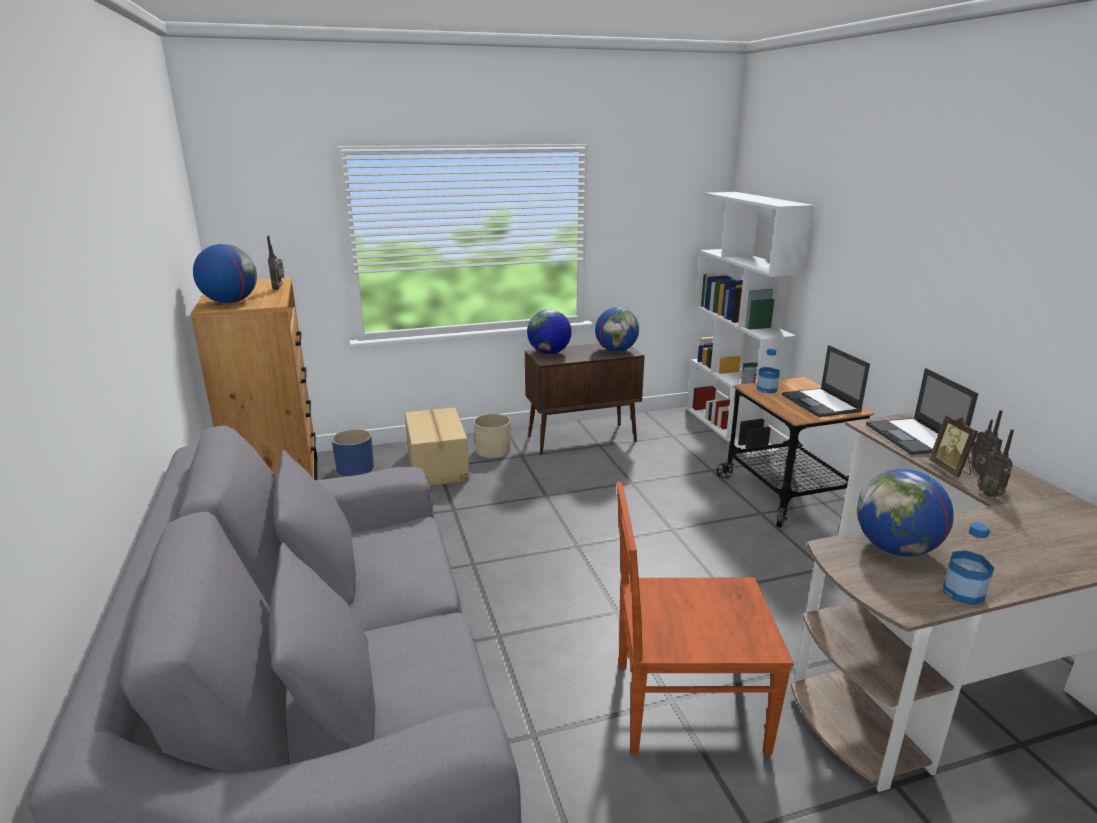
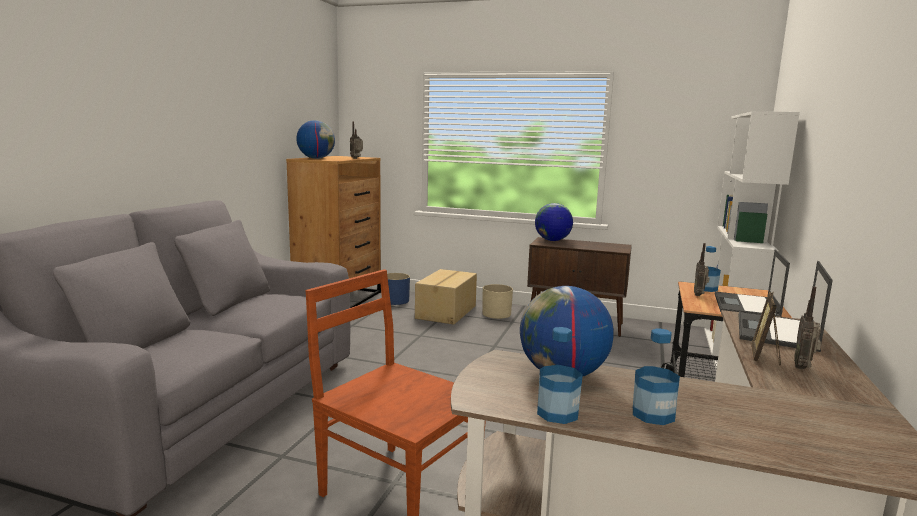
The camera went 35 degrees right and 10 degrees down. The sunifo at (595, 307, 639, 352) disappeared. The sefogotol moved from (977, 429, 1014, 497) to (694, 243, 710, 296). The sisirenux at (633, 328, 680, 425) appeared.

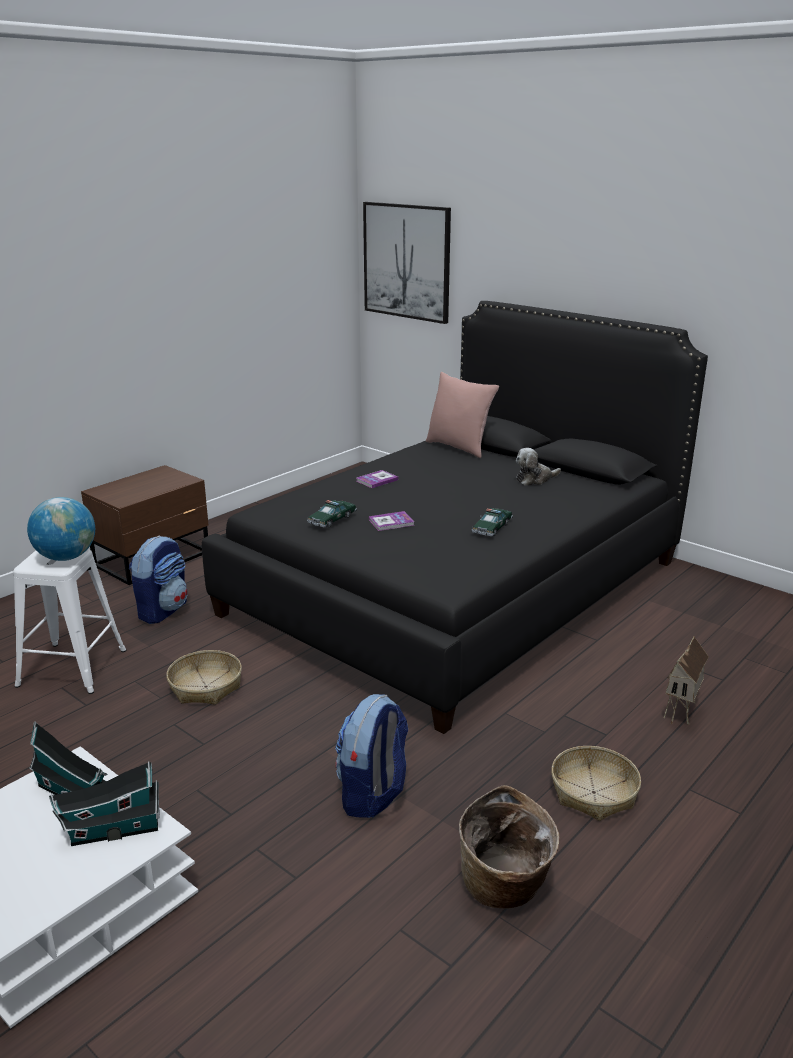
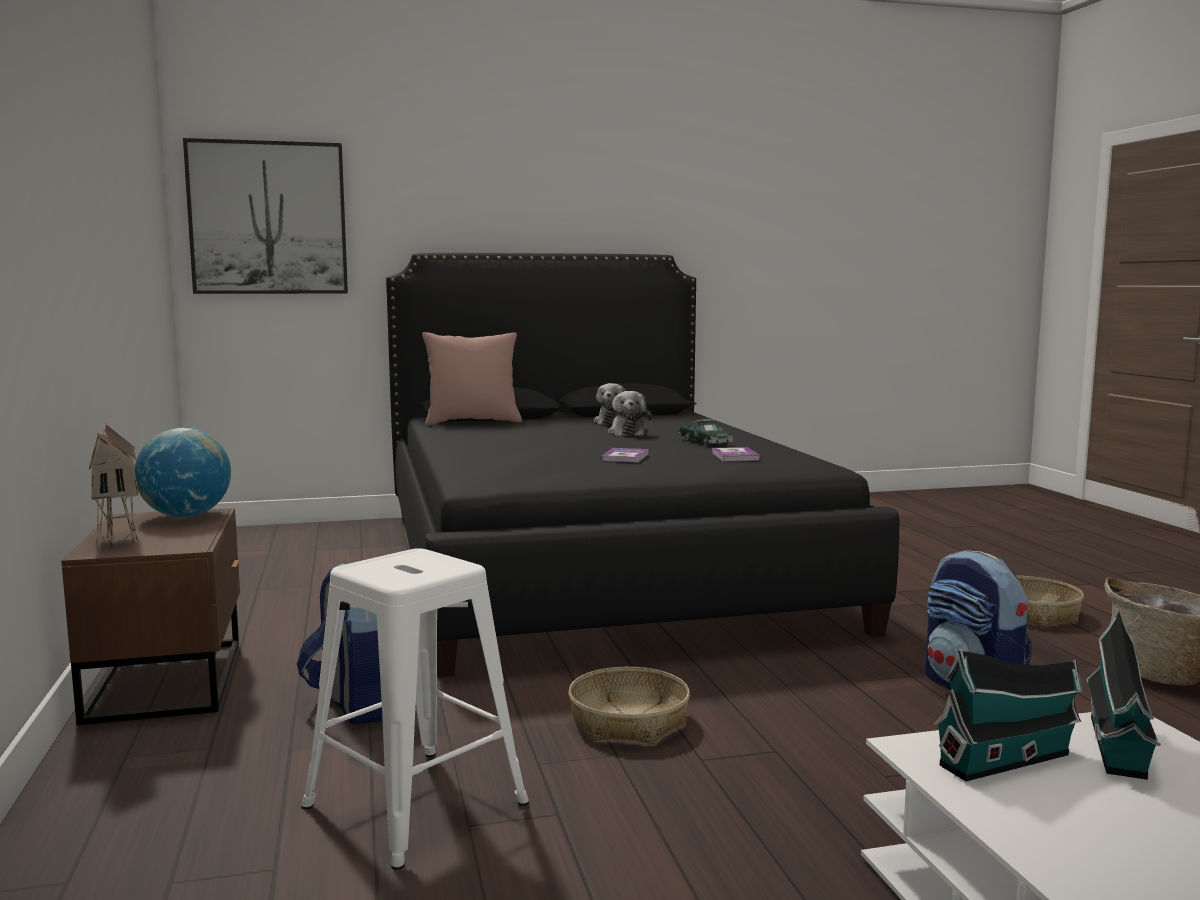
The camera went 55 degrees left and 15 degrees down. The sunifo moved from (27, 497, 95, 561) to (135, 428, 231, 517). The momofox at (307, 500, 357, 528) disappeared. The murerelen moved from (356, 470, 399, 488) to (712, 447, 761, 461). The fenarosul moved from (664, 636, 709, 725) to (89, 423, 139, 548). The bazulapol at (608, 391, 652, 436) appeared.

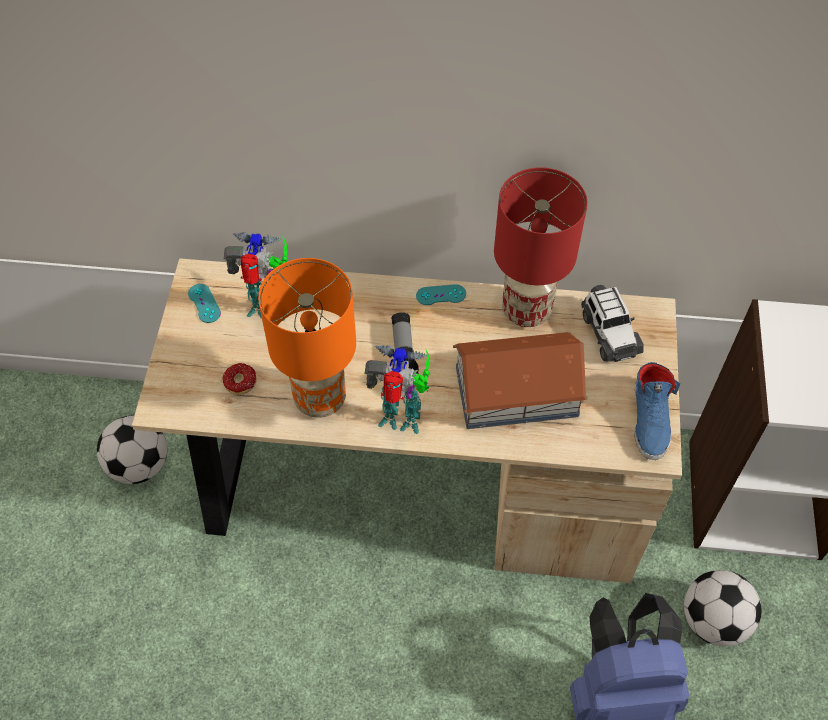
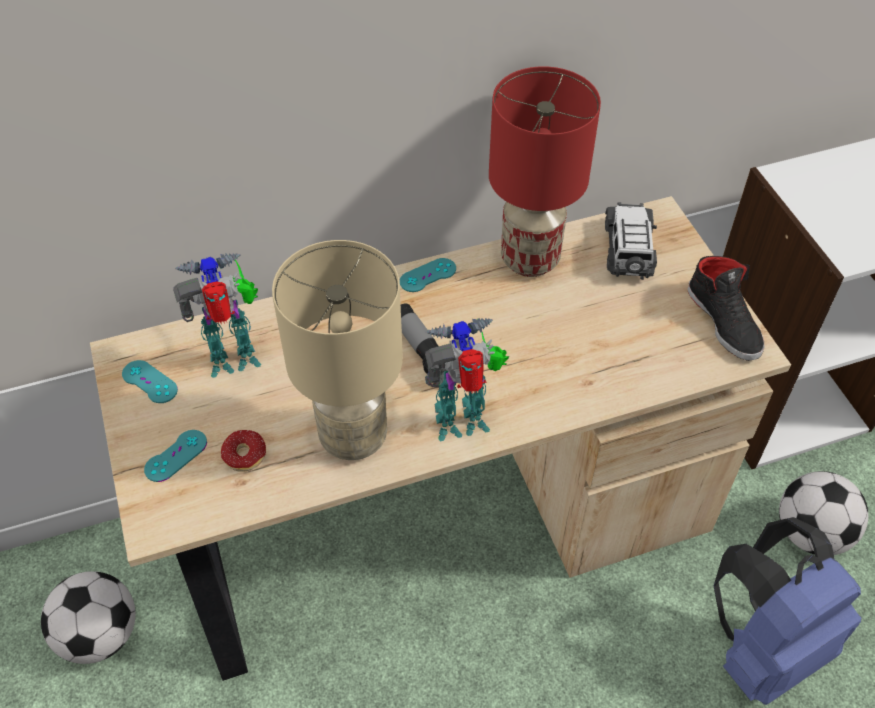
The camera went 25 degrees left and 5 degrees down. The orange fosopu at (258, 258, 356, 418) became the beige fosopu at (272, 240, 403, 460). The fenarosul at (453, 332, 588, 429) disappeared. The momofox at (581, 285, 644, 362) turned 135 degrees counterclockwise. The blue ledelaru at (634, 362, 680, 460) became the black ledelaru at (687, 256, 765, 361). The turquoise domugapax at (144, 430, 207, 482) appeared.

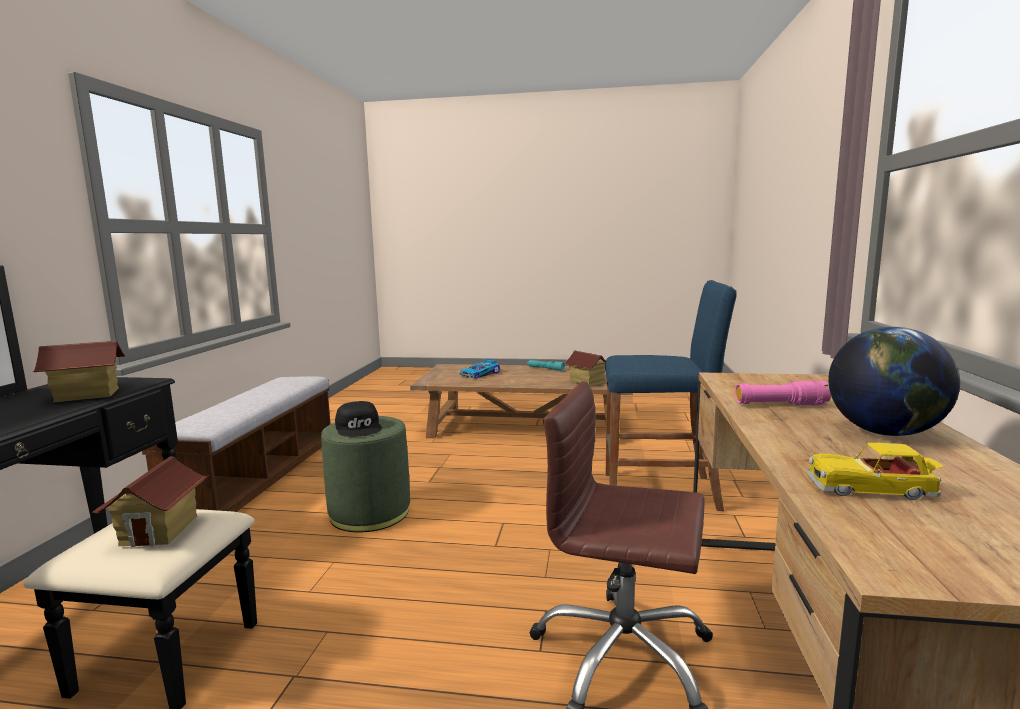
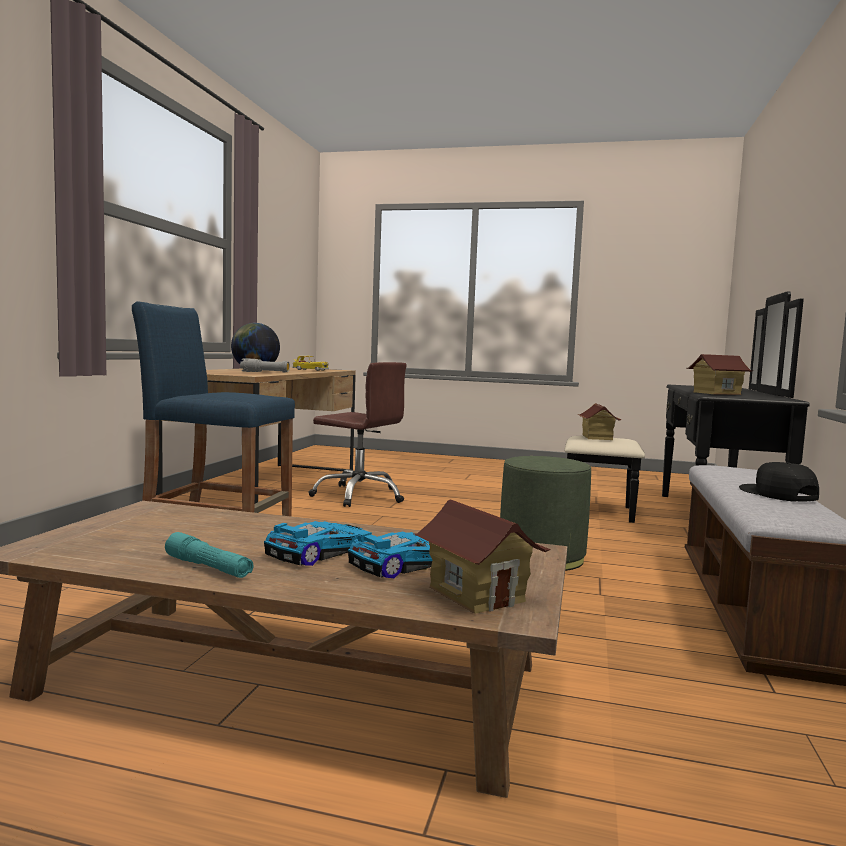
The camera went 175 degrees left and 5 degrees down. The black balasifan moved from (335, 401, 382, 437) to (739, 462, 819, 501). The fenarosul moved from (563, 350, 606, 386) to (412, 499, 551, 614). The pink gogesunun at (735, 381, 831, 405) became the grey gogesunun at (240, 358, 290, 373). The momofox at (264, 521, 369, 566) appeared.

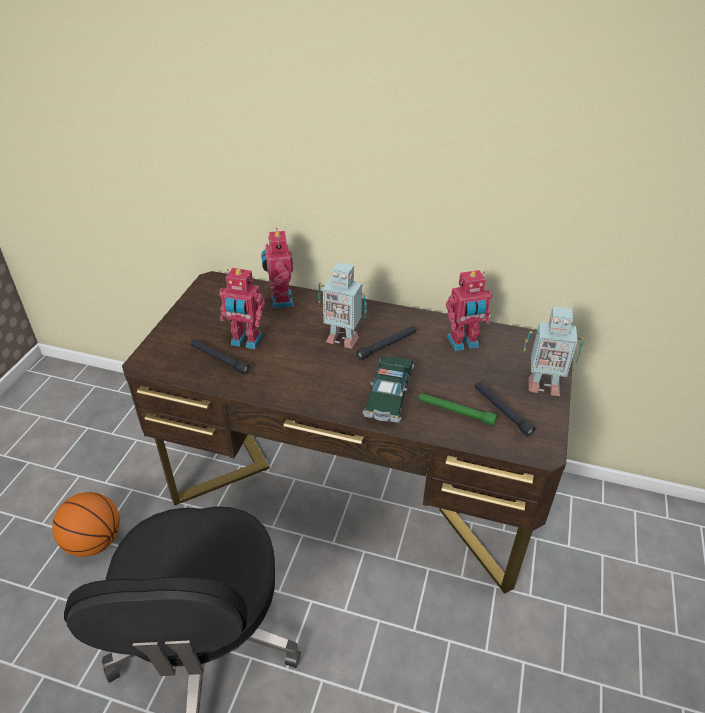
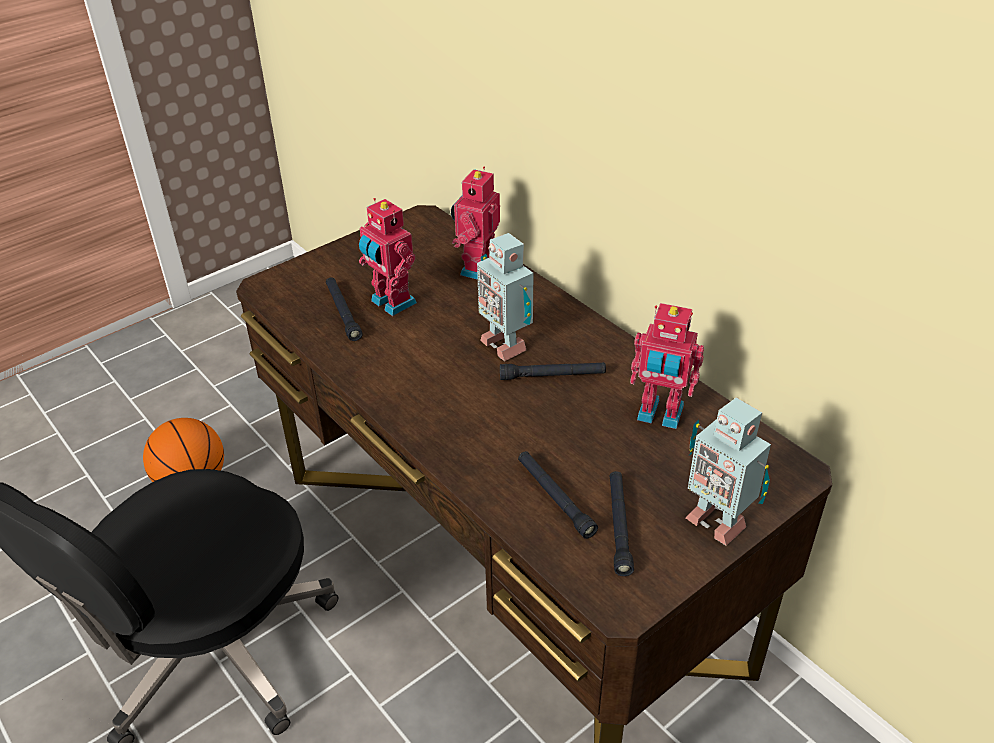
The camera went 35 degrees right and 0 degrees up. The momofox at (363, 356, 414, 423) disappeared. The green gogesunun at (418, 393, 497, 426) became the black gogesunun at (518, 451, 598, 539).

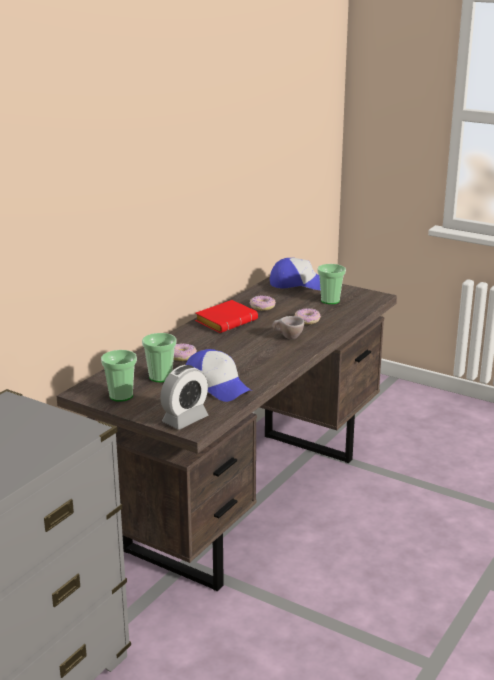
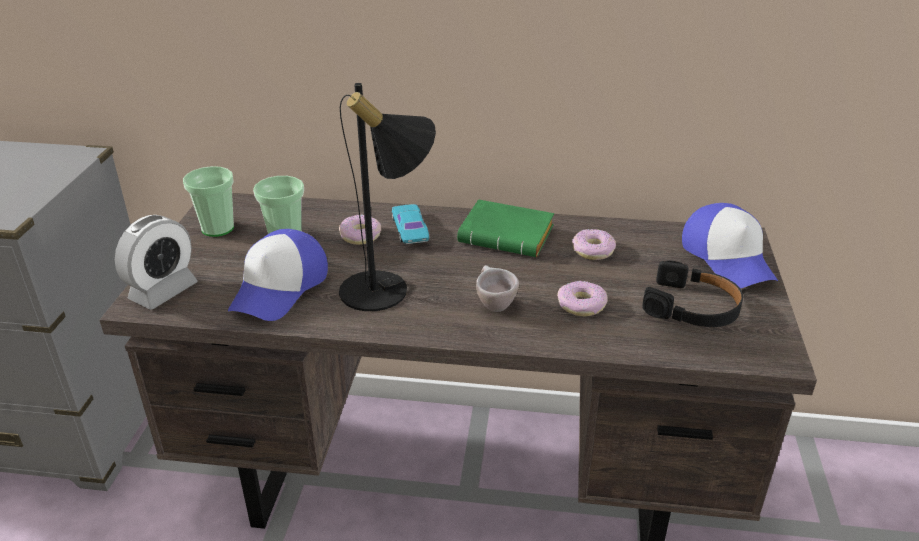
The camera went 65 degrees right and 10 degrees up. The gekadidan at (160, 365, 208, 429) turned 75 degrees counterclockwise. The red murerelen at (195, 300, 258, 333) became the green murerelen at (457, 199, 554, 257). The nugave at (317, 264, 346, 304) was replaced by the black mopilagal at (642, 260, 743, 327). The black fosopu at (339, 83, 436, 311) appeared. The turquoise momofox at (392, 204, 429, 244) appeared.

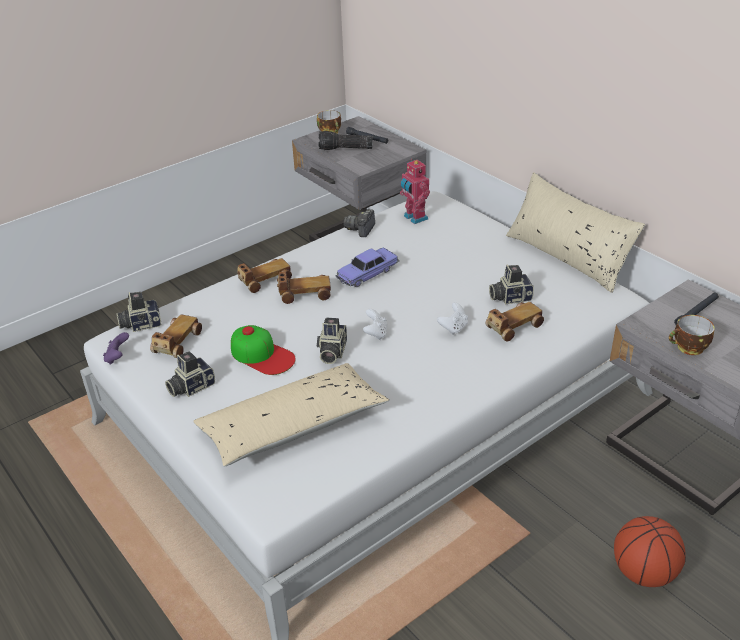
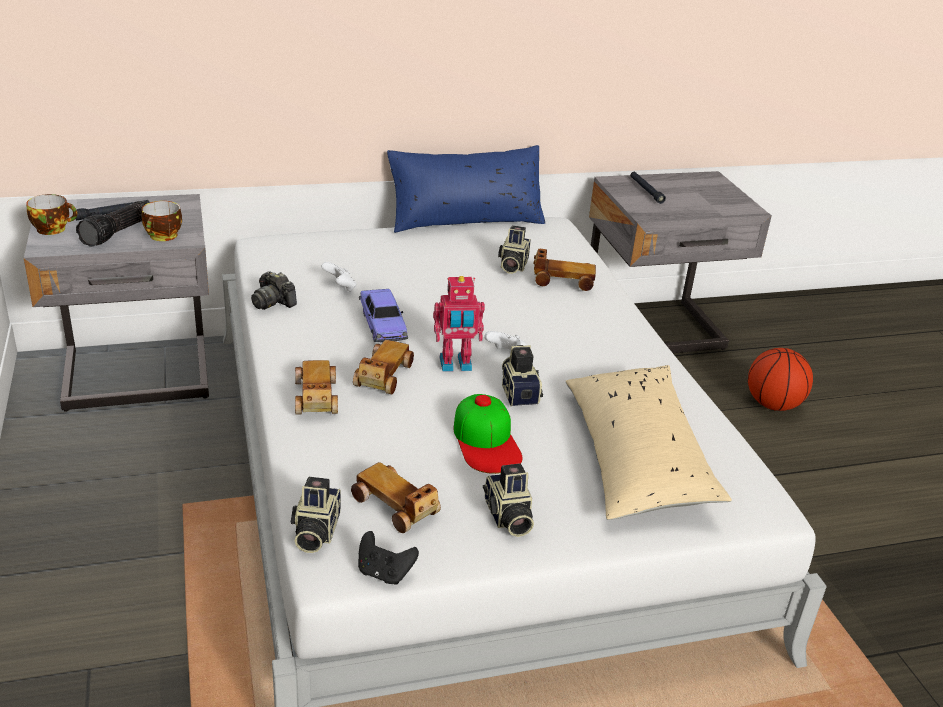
The camera went 70 degrees left and 5 degrees down. The purple domugapax at (103, 332, 129, 365) became the black domugapax at (358, 531, 419, 585). The balasifan at (231, 325, 296, 375) turned 105 degrees clockwise. The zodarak at (317, 317, 347, 364) turned 135 degrees counterclockwise. The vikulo moved from (400, 159, 430, 224) to (433, 276, 485, 372). The white domugapax moved from (437, 302, 468, 335) to (322, 262, 356, 292). The momofox at (485, 302, 544, 342) turned 105 degrees clockwise. The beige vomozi at (506, 172, 645, 293) became the blue vomozi at (387, 145, 545, 233). The nugave moved from (669, 315, 715, 355) to (141, 201, 182, 241).

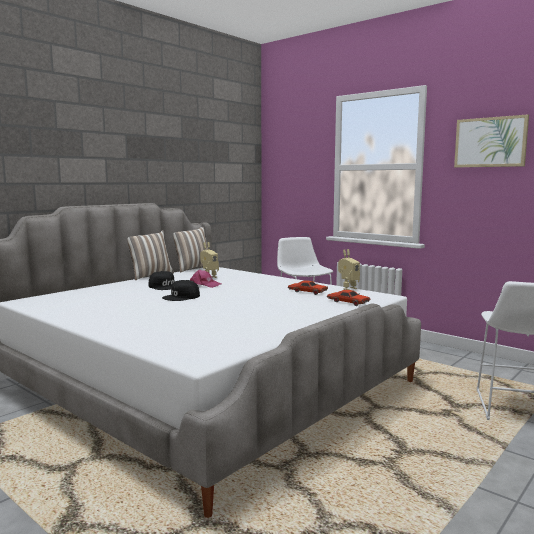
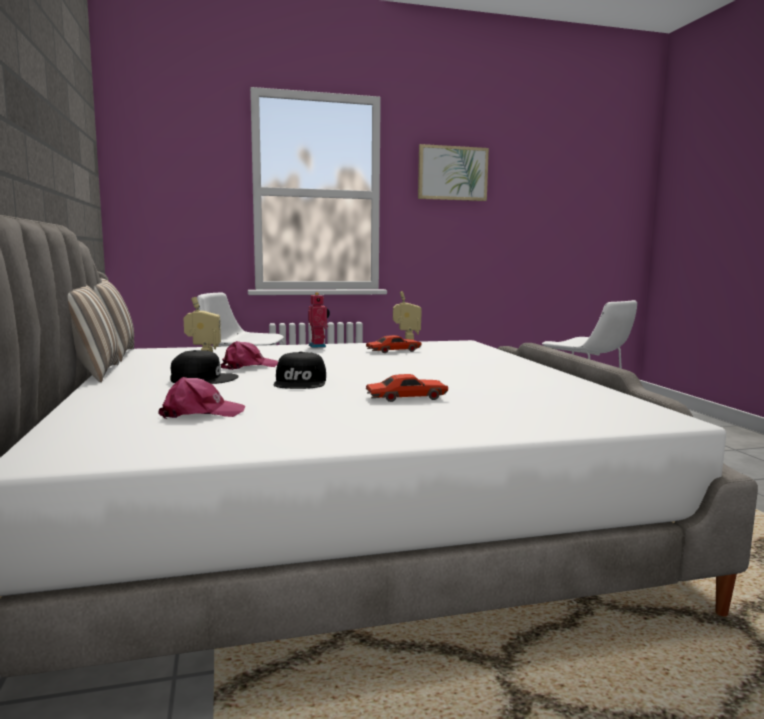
The camera went 55 degrees left and 0 degrees up. The red momofox moved from (327, 290, 370, 306) to (366, 374, 448, 402). The pink balasifan at (158, 377, 245, 419) appeared. The vikulo at (308, 292, 330, 348) appeared.

